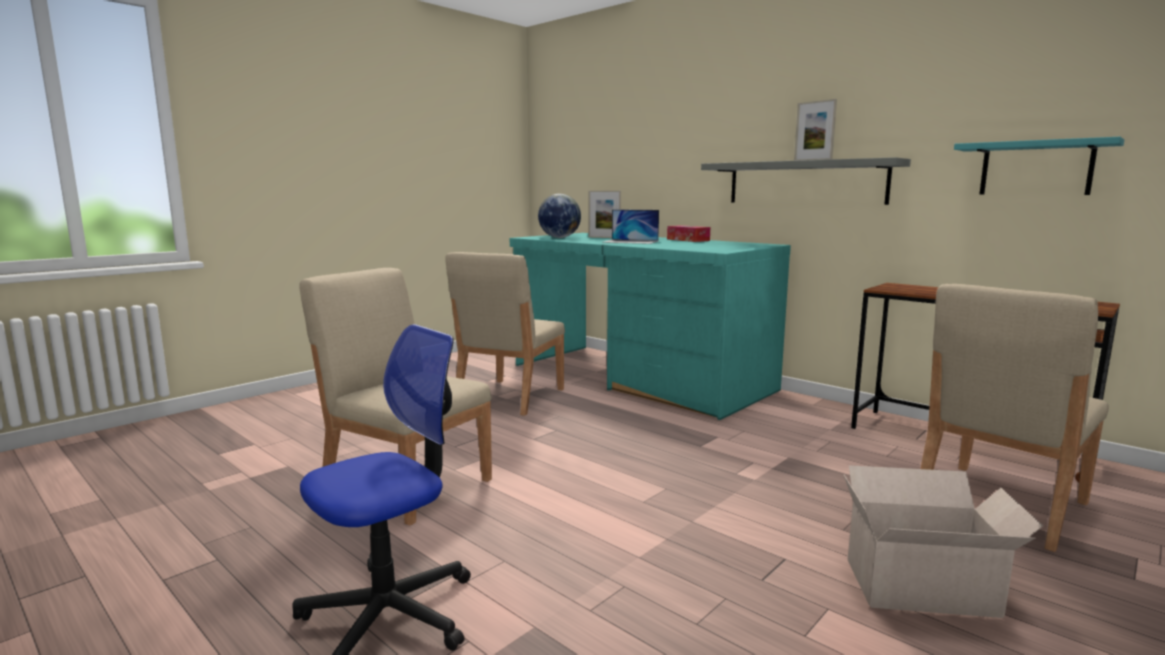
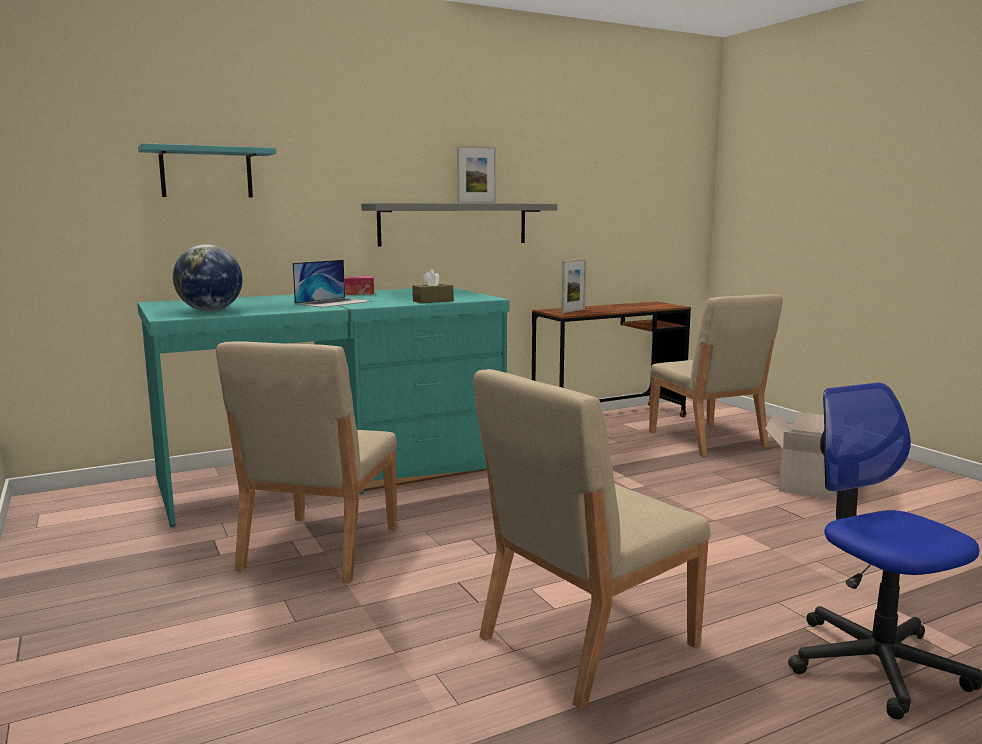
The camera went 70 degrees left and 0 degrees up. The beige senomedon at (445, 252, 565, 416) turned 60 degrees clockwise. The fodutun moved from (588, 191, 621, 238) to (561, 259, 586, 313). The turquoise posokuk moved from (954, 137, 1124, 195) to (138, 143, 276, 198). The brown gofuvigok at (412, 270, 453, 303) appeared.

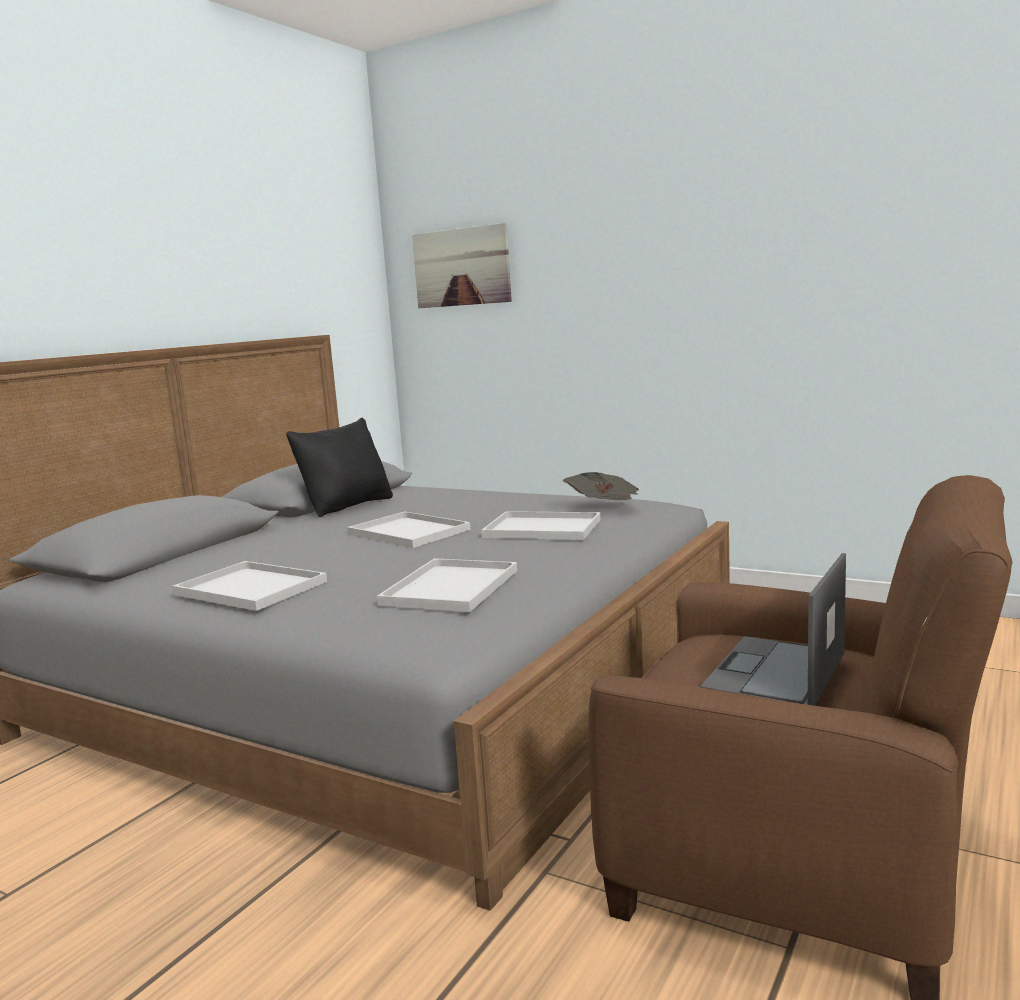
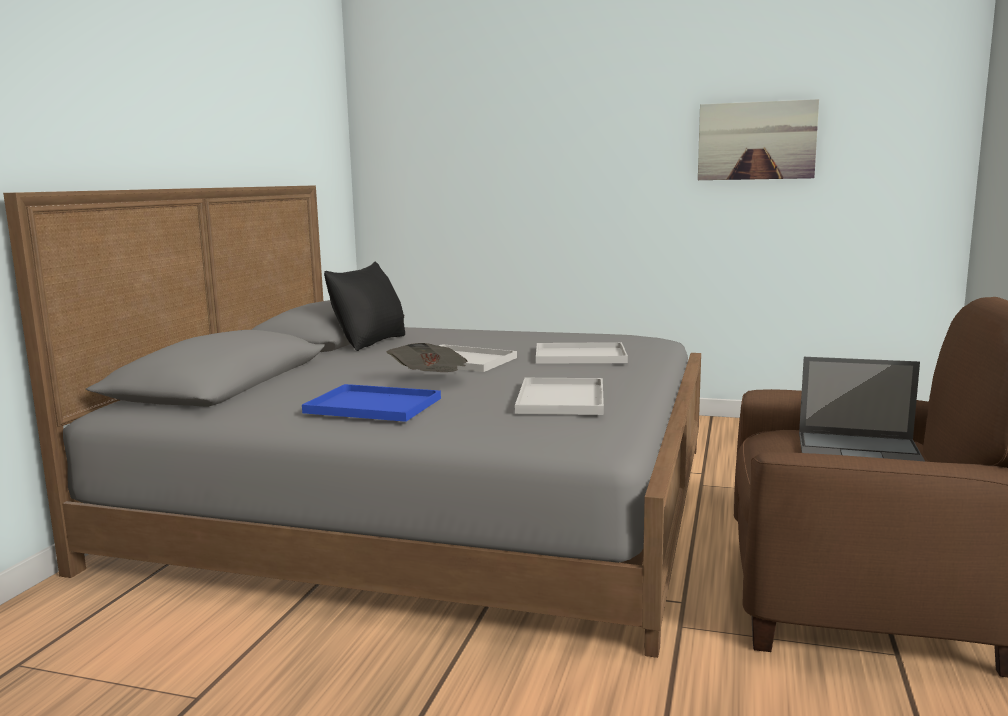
The camera went 15 degrees left and 0 degrees up. The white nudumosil at (172, 561, 327, 611) became the blue nudumosil at (302, 384, 441, 422). The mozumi moved from (412, 223, 512, 308) to (698, 99, 819, 180). The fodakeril moved from (563, 472, 638, 500) to (386, 343, 468, 372). The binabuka at (700, 553, 846, 706) turned 90 degrees counterclockwise.

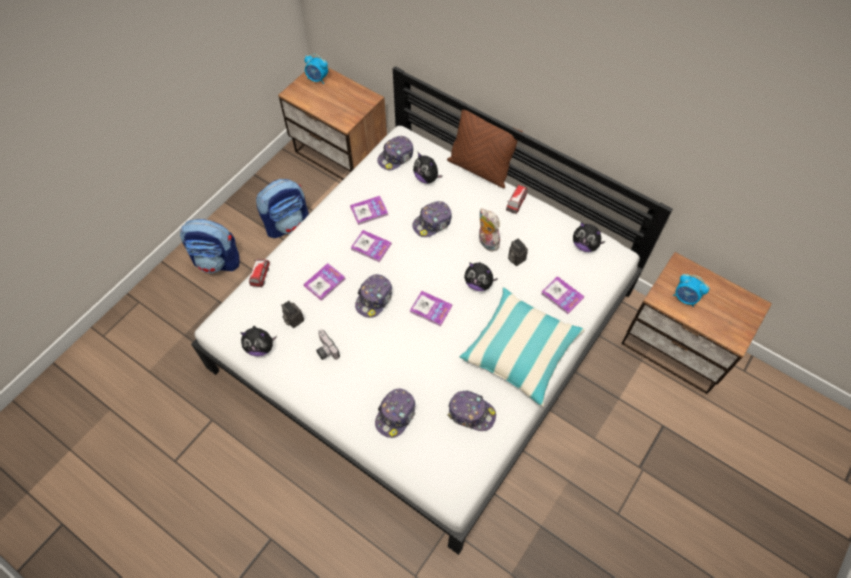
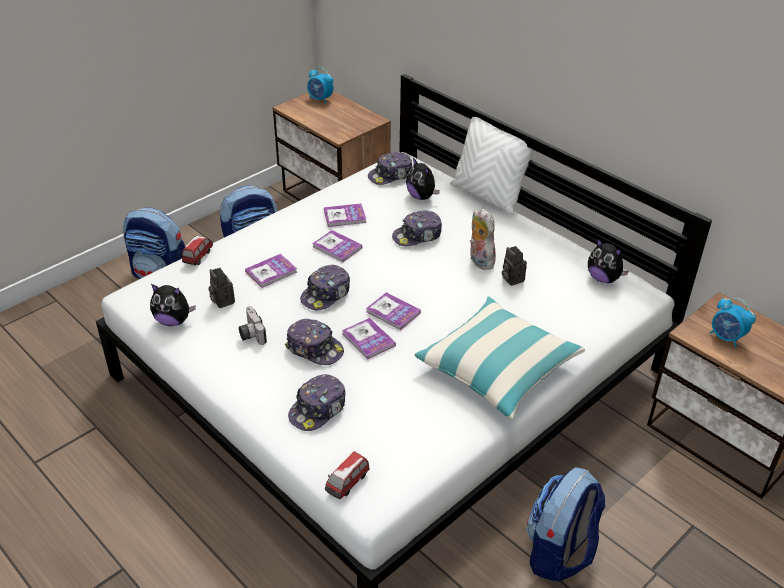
The camera went 10 degrees right and 20 degrees down. The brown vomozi at (447, 102, 523, 189) became the white vomozi at (450, 117, 533, 215). The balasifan moved from (448, 391, 496, 431) to (285, 319, 344, 365). The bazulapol at (464, 262, 498, 291) disappeared. The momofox moved from (506, 185, 527, 214) to (325, 451, 369, 499). The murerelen moved from (541, 276, 584, 314) to (342, 318, 396, 360). The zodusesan at (527, 467, 605, 582) appeared.

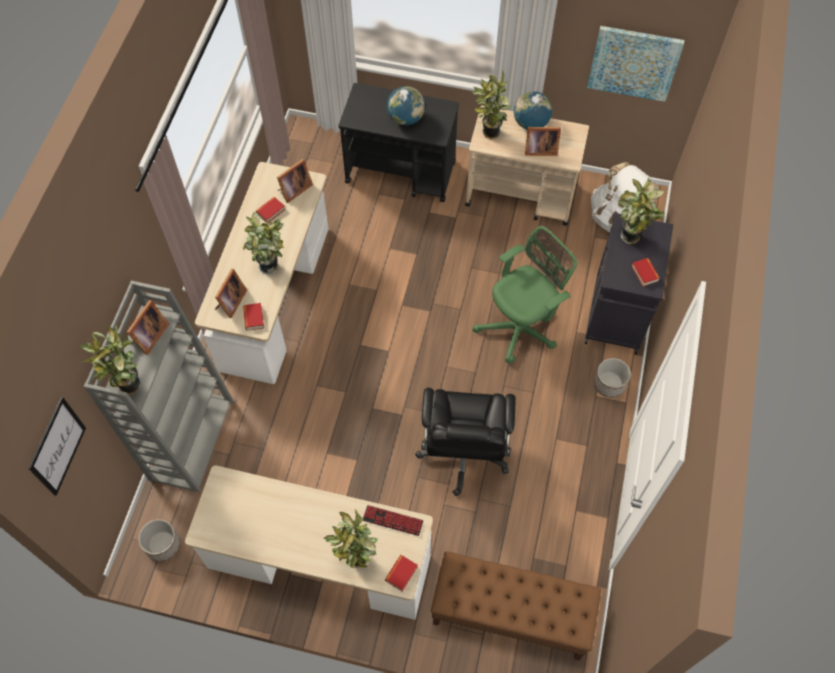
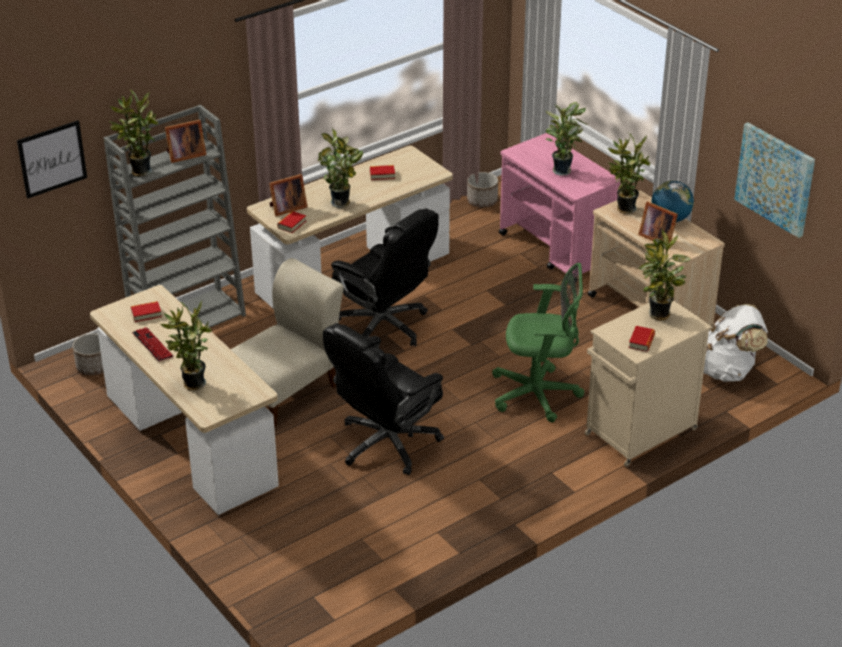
The camera went 40 degrees right and 25 degrees down. The fodutun at (277, 159, 313, 203) disappeared. The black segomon at (339, 83, 459, 202) became the pink segomon at (499, 133, 621, 274). The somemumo moved from (363, 505, 423, 536) to (132, 327, 174, 361). The murerelen moved from (385, 555, 417, 591) to (131, 301, 162, 322). The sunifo at (387, 86, 425, 125) was replaced by the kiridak at (545, 102, 587, 175). The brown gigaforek at (431, 551, 601, 661) disappeared. The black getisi at (585, 213, 673, 355) became the beige getisi at (585, 300, 712, 467). The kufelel moved from (594, 358, 631, 398) to (467, 172, 498, 208). The beige senomedon at (231, 258, 344, 427) appeared. The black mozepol at (331, 208, 439, 346) appeared.

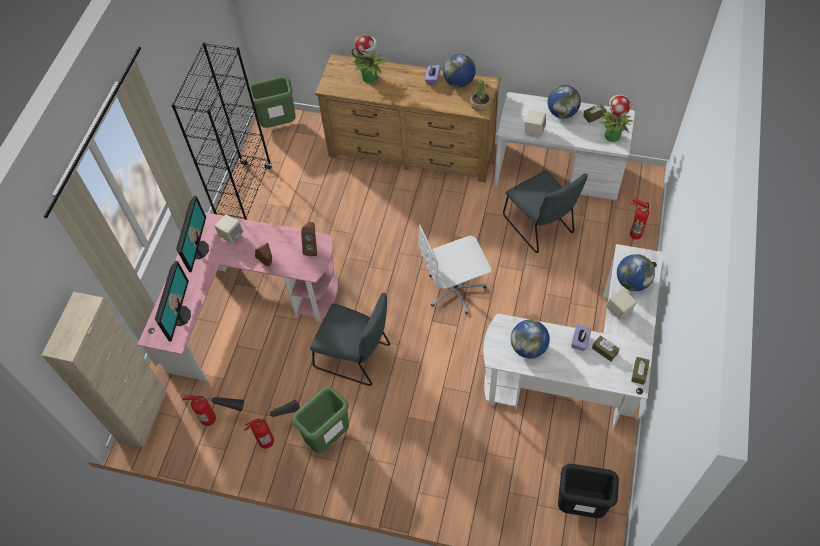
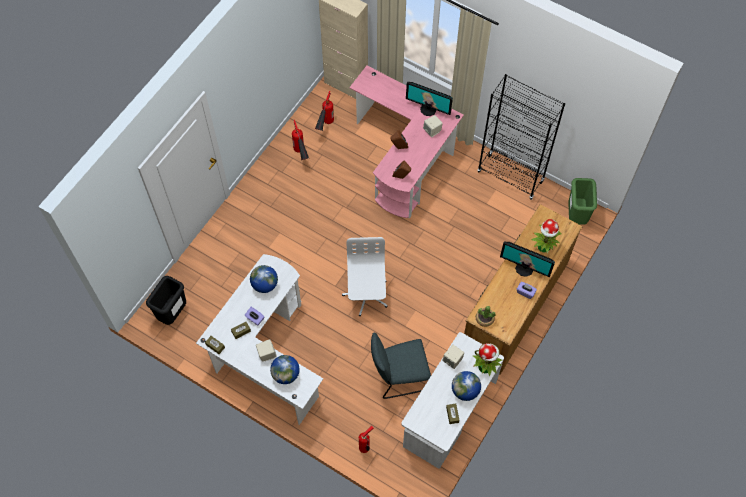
The camera went 105 degrees right and 5 degrees up. The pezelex moved from (155, 261, 191, 342) to (500, 242, 555, 277). The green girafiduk at (292, 387, 349, 453) disappeared. The grey senomedon at (310, 293, 390, 386) disappeared. The sunifo at (443, 54, 476, 87) disappeared. The kiridak moved from (600, 95, 633, 142) to (473, 343, 502, 376).

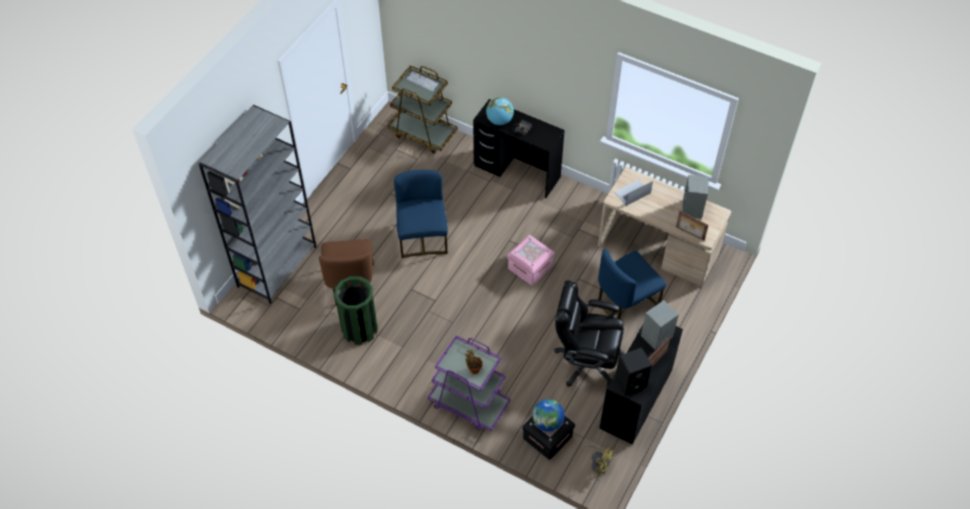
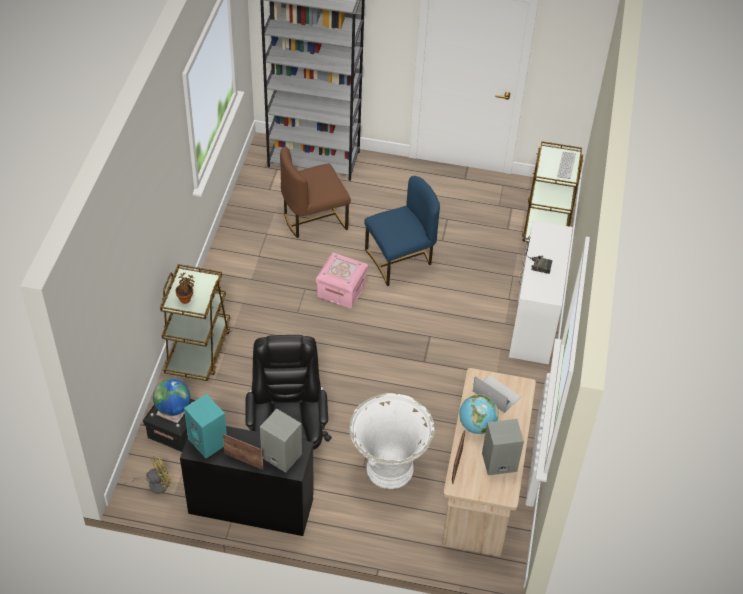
The camera went 70 degrees right and 5 degrees down. The green girafiduk at (334, 276, 377, 345) disappeared. The purple segomon at (428, 335, 511, 431) became the brown segomon at (160, 264, 230, 381). The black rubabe at (473, 99, 565, 198) became the white rubabe at (509, 220, 573, 364). The sunifo moved from (486, 97, 514, 125) to (459, 394, 499, 434). The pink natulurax moved from (507, 235, 555, 285) to (316, 252, 368, 308). The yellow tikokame at (583, 442, 614, 476) turned 135 degrees counterclockwise. The blue senomedon at (598, 249, 666, 319) was replaced by the white kufelel at (349, 393, 434, 489). The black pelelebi at (615, 347, 652, 396) became the turquoise pelelebi at (184, 394, 227, 458).

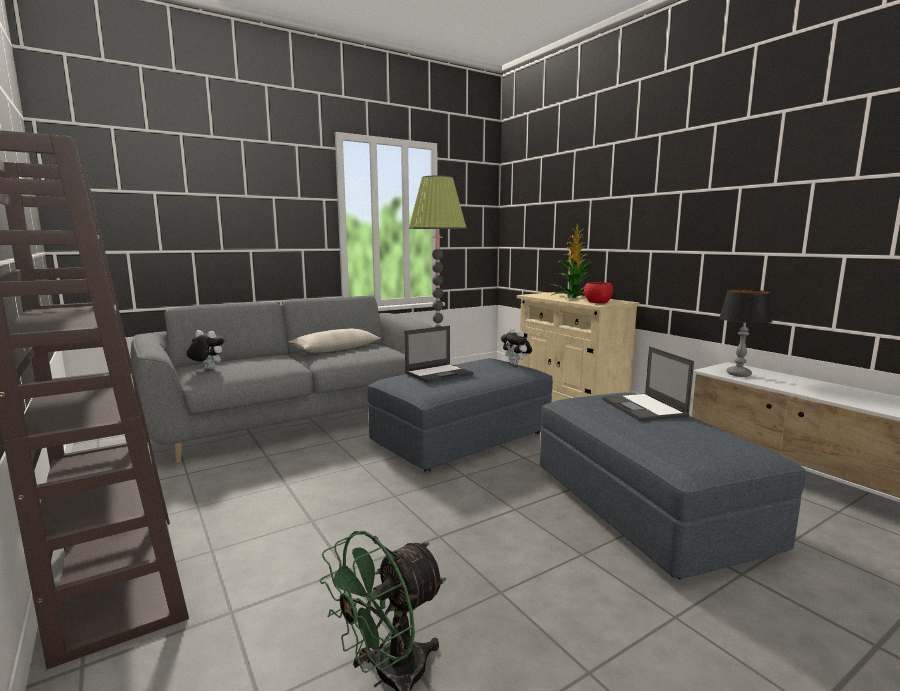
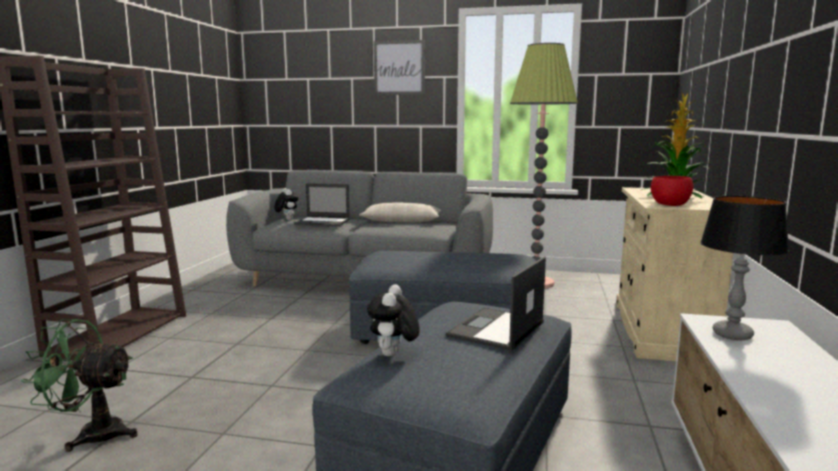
The camera went 45 degrees right and 0 degrees up. The binabuka moved from (405, 326, 473, 383) to (294, 183, 350, 227). The bazulapol moved from (501, 328, 532, 365) to (367, 284, 420, 356). The mozumi at (374, 40, 425, 95) appeared.

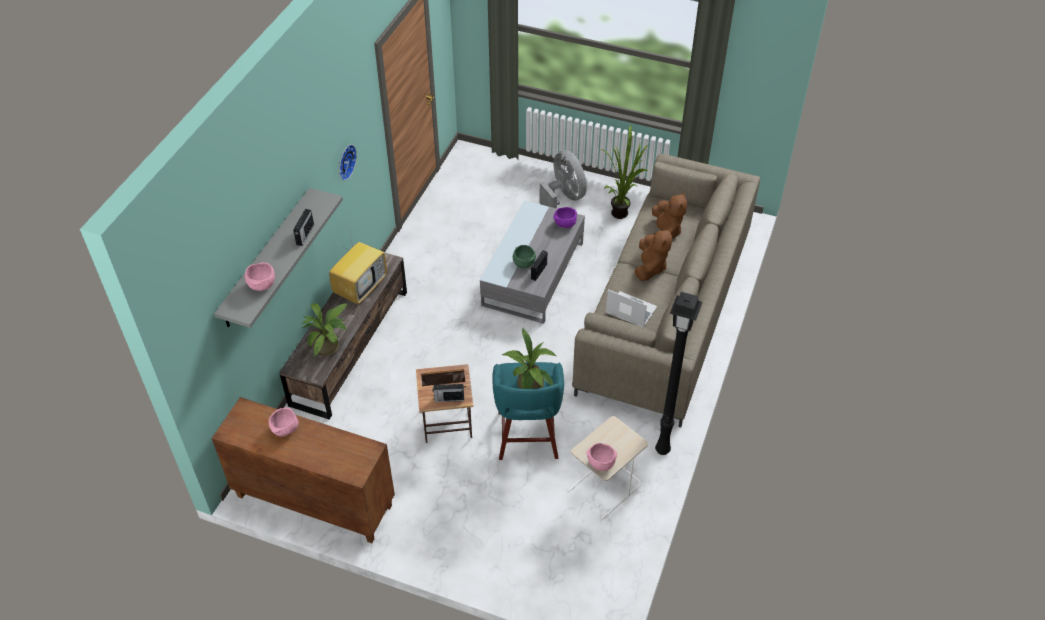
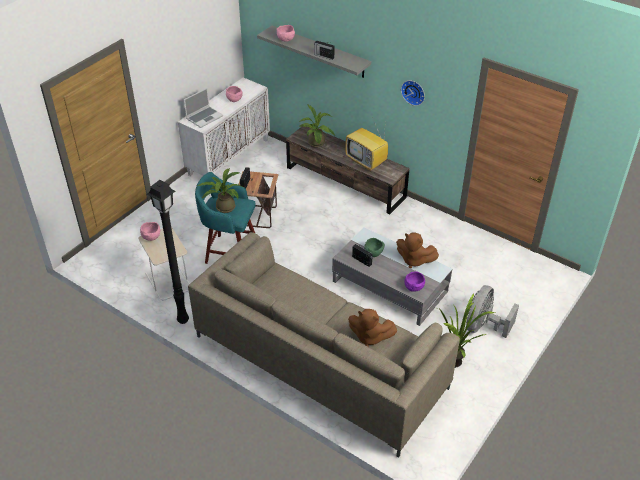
The camera went 105 degrees right and 5 degrees down. The brown getisi at (212, 397, 395, 543) became the white getisi at (178, 78, 270, 176). The grey tikokame at (539, 150, 587, 208) turned 135 degrees clockwise. The binabuka moved from (606, 290, 657, 328) to (184, 88, 223, 128). The brown bazulapol moved from (635, 228, 672, 281) to (396, 232, 439, 268).

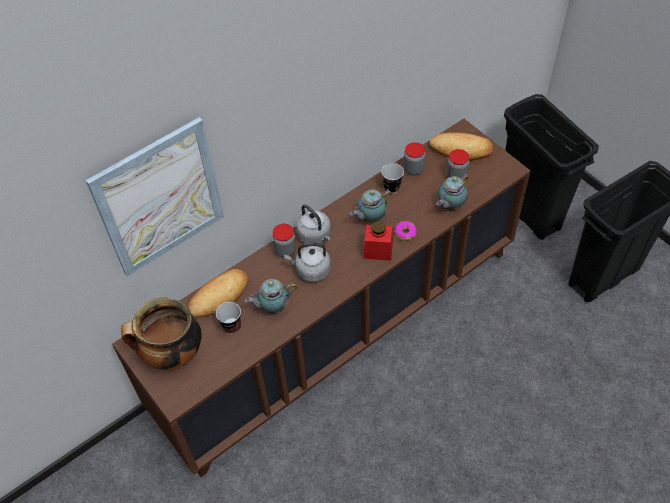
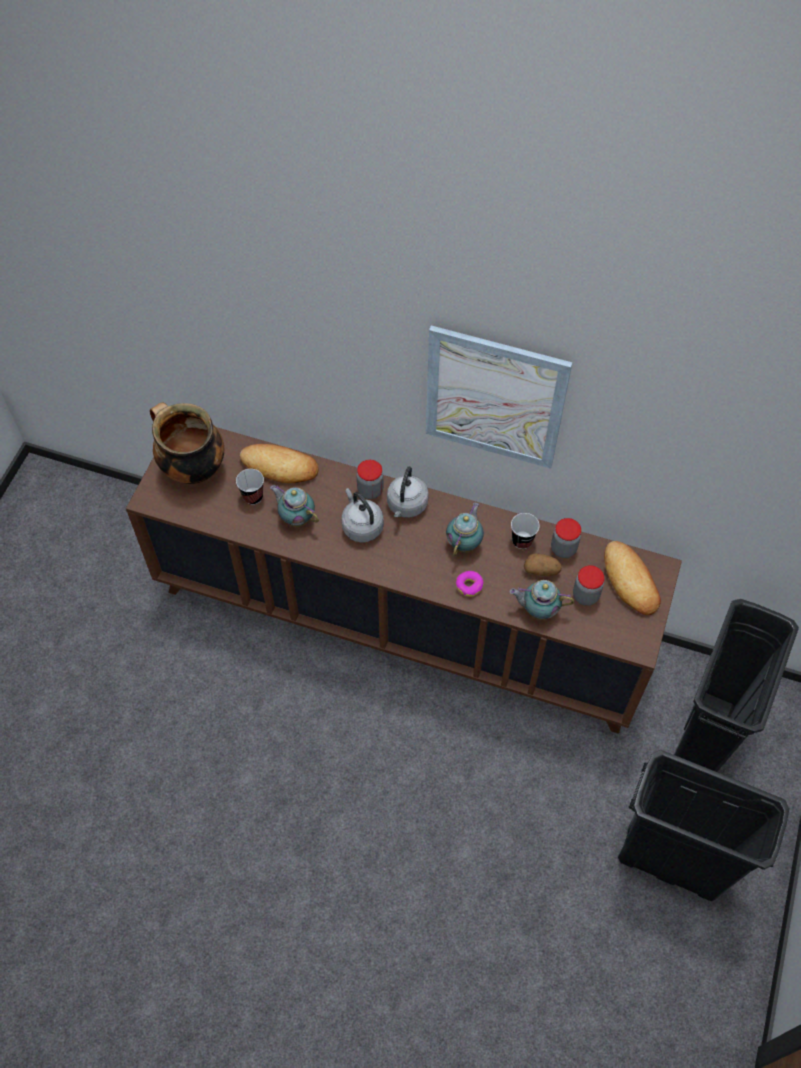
The camera went 55 degrees right and 5 degrees up. The mozumi moved from (86, 117, 224, 276) to (426, 325, 573, 469). The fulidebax at (350, 189, 392, 223) turned 90 degrees clockwise. The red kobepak at (364, 221, 393, 261) disappeared. The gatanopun at (524, 553, 561, 576) appeared.

